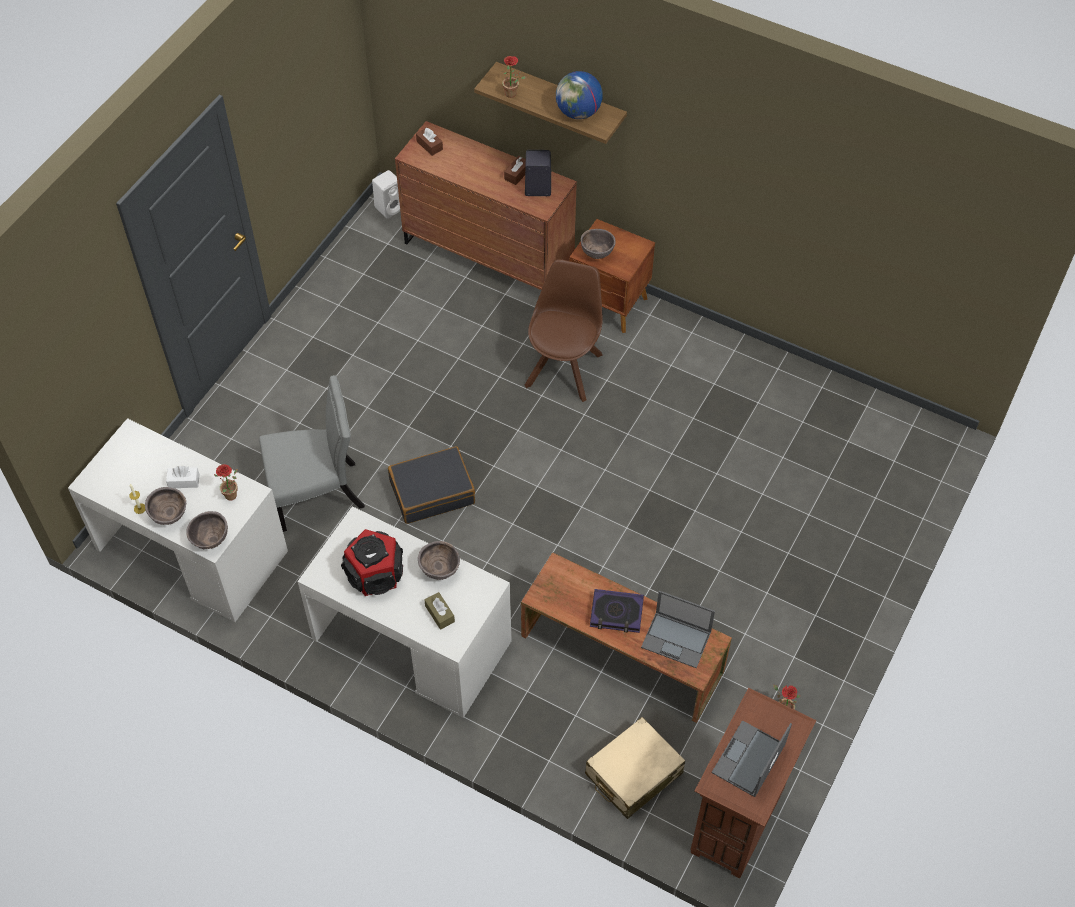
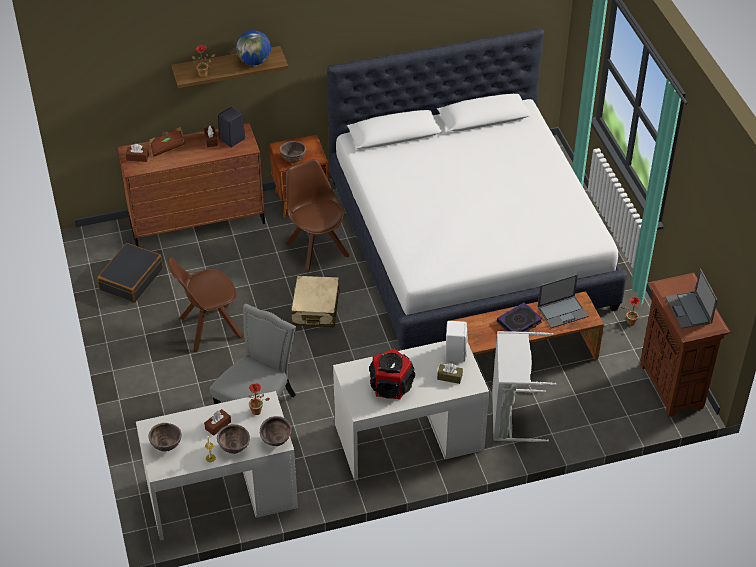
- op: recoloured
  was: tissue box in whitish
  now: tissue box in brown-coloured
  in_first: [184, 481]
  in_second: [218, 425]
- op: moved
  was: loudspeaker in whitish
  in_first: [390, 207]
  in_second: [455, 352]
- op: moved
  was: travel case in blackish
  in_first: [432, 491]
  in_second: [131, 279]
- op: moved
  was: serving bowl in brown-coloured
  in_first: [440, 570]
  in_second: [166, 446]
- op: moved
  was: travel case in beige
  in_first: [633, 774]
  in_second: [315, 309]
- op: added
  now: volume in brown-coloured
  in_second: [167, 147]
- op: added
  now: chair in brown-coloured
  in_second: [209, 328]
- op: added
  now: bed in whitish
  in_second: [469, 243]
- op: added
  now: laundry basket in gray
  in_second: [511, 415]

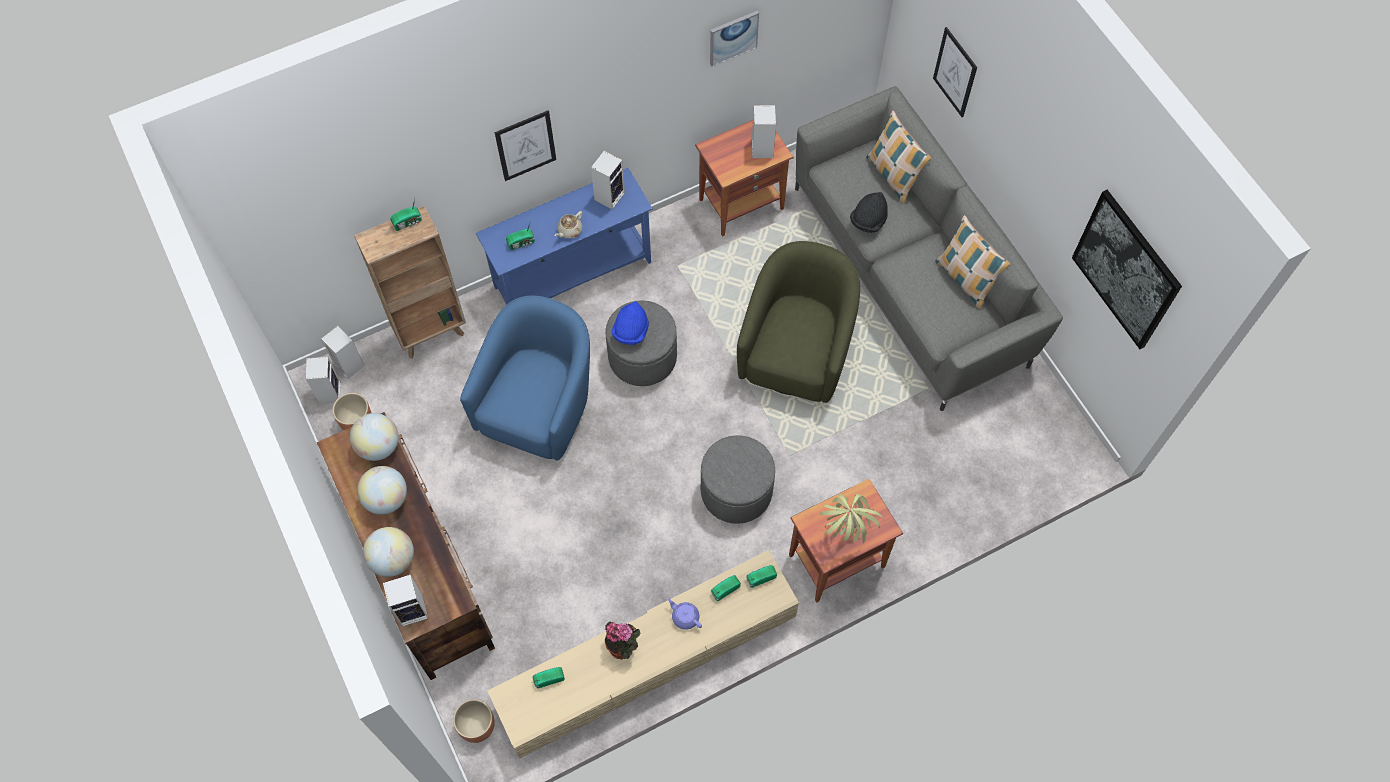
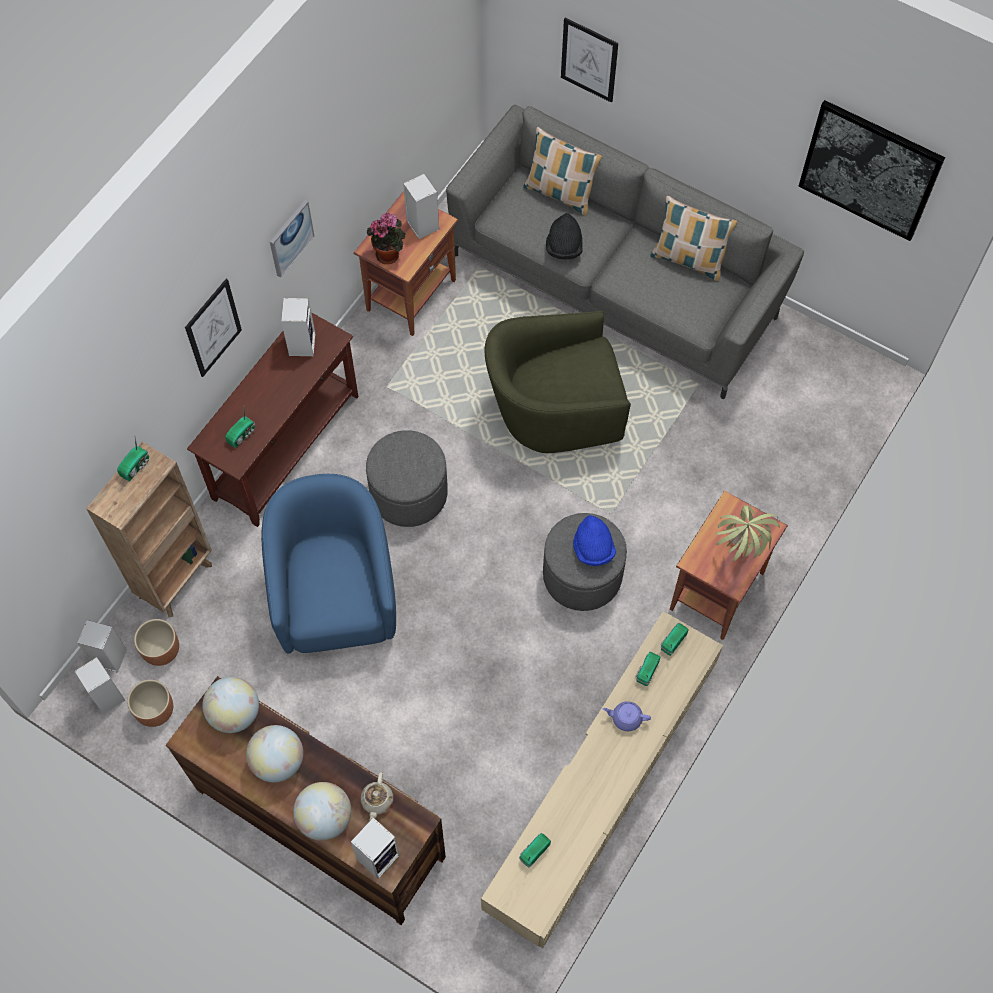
- op: moved
  was: plant pot in brown-coloured
  in_first: [477, 725]
  in_second: [161, 650]
- op: recoloured
  was: hall table in bluish
  now: hall table in brown-coloured
  in_first: [573, 273]
  in_second: [286, 446]
- op: moved
  was: tea pot in beige
  in_first: [569, 230]
  in_second: [377, 801]
- op: moved
  was: potted plant
  in_first: [623, 647]
  in_second: [389, 253]
- op: moved
  was: hat in bluish
  in_first: [631, 331]
  in_second: [593, 548]
- op: moved
  was: picture
  in_first: [733, 37]
  in_second: [290, 238]
- op: turned
  was: easy chair in greenish
  in_first: [796, 351]
  in_second: [555, 412]
  clockwise: -90

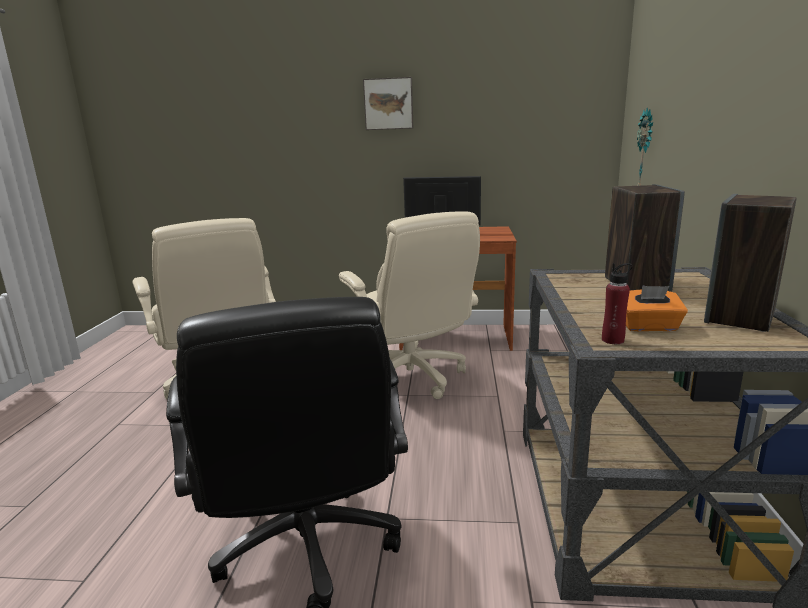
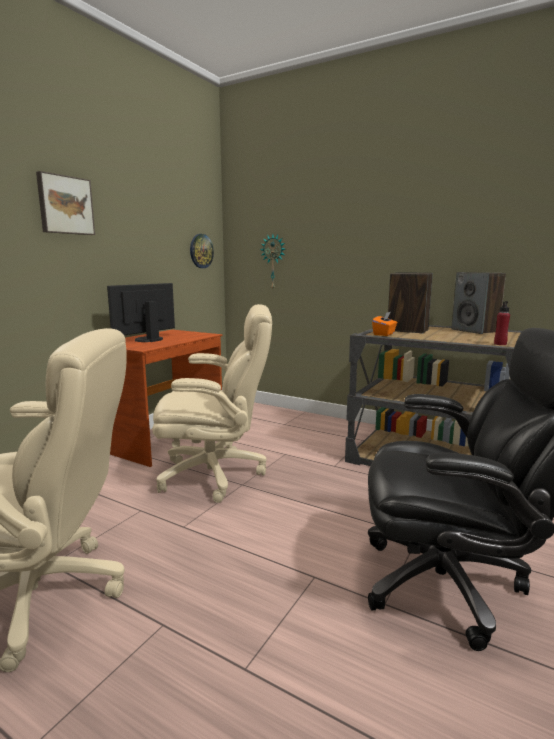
- op: moved
  was: tissue box in orange
  in_first: [648, 327]
  in_second: [384, 334]
- op: added
  now: clock on the wall
  in_second: [201, 251]

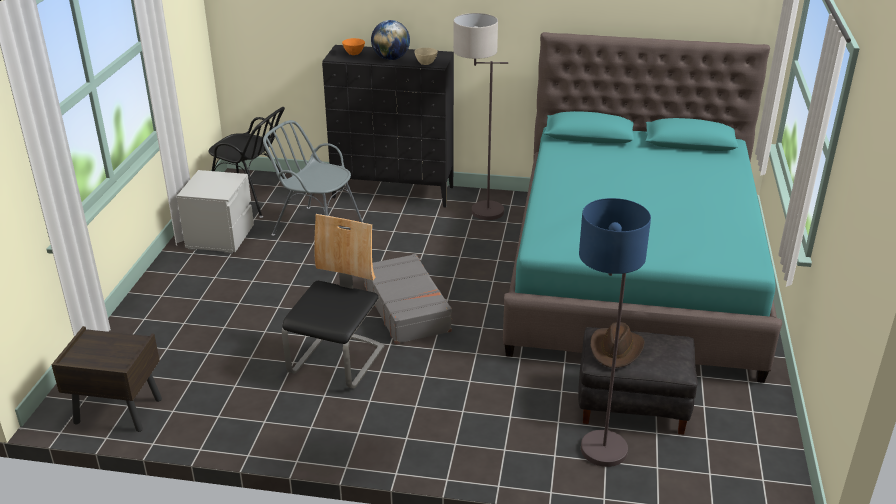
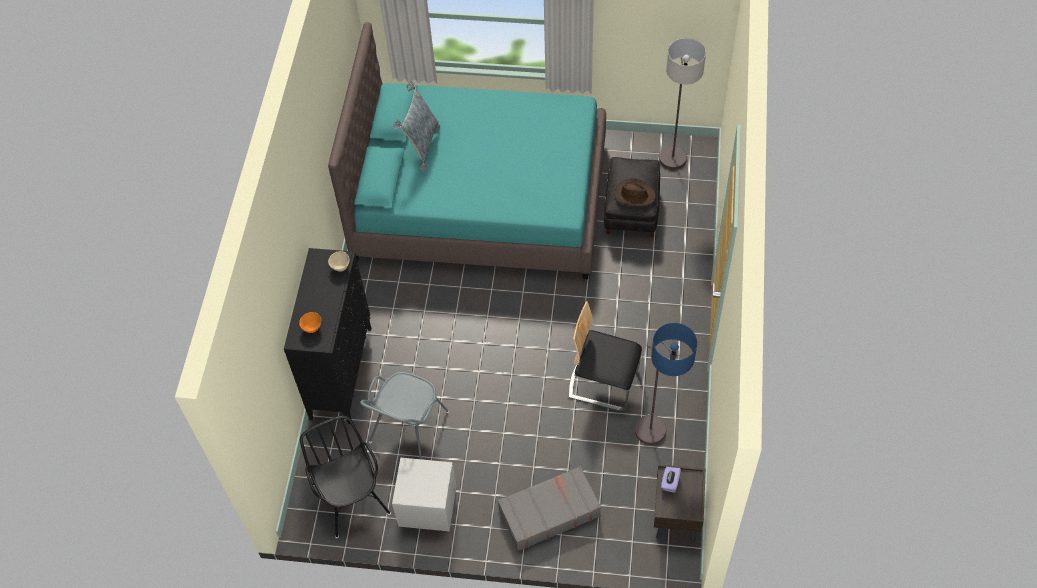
- op: turned
  was: chair in blackish
  in_first: [253, 198]
  in_second: [350, 495]
  clockwise: -45
- op: moved
  was: travel case in gray
  in_first: [407, 308]
  in_second: [549, 512]
- op: removed
  was: world globe
  in_first: [391, 59]
- op: moved
  was: standing lamp in gray
  in_first: [477, 212]
  in_second: [673, 165]
- op: moved
  was: standing lamp in bluish
  in_first: [595, 457]
  in_second: [658, 436]
- op: added
  now: pillow
  in_second: [420, 147]
- op: added
  now: tissue box in purple
  in_second: [670, 482]

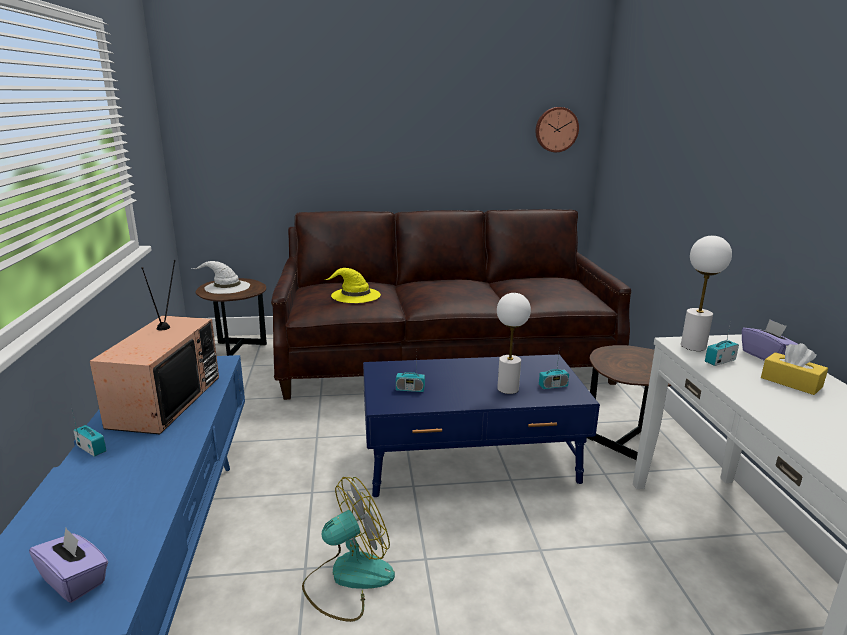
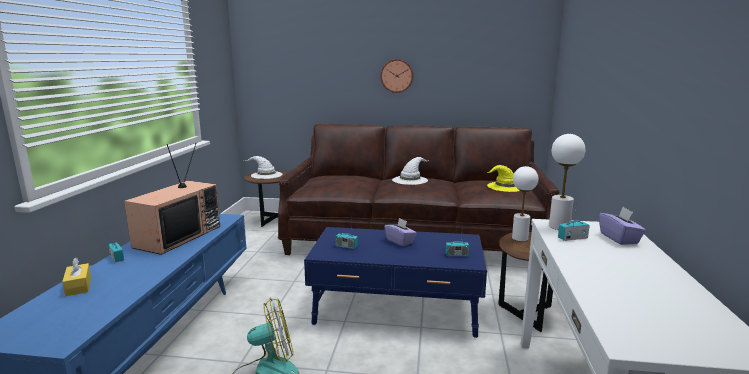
- op: moved
  was: tissue box in purple
  in_first: [75, 580]
  in_second: [400, 241]
- op: moved
  was: hat in yellow-coloured
  in_first: [355, 295]
  in_second: [505, 186]
- op: moved
  was: table lamp in whitish
  in_first: [508, 388]
  in_second: [520, 238]
- op: moved
  was: clock on the wall
  in_first: [556, 129]
  in_second: [397, 76]
- op: moved
  was: tissue box in yellow-coloured
  in_first: [791, 382]
  in_second: [78, 286]
- op: added
  now: hat in whitish
  in_second: [410, 180]

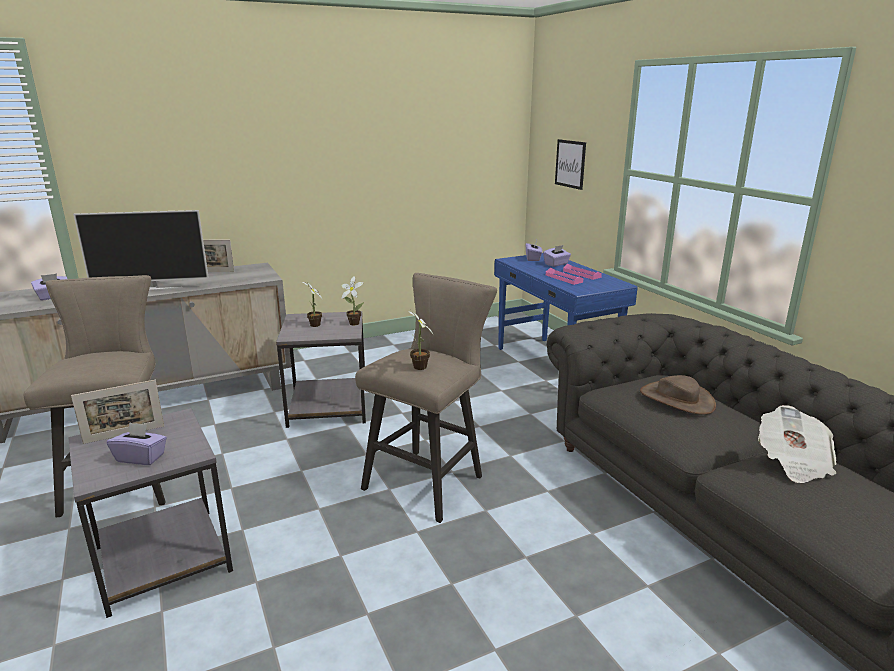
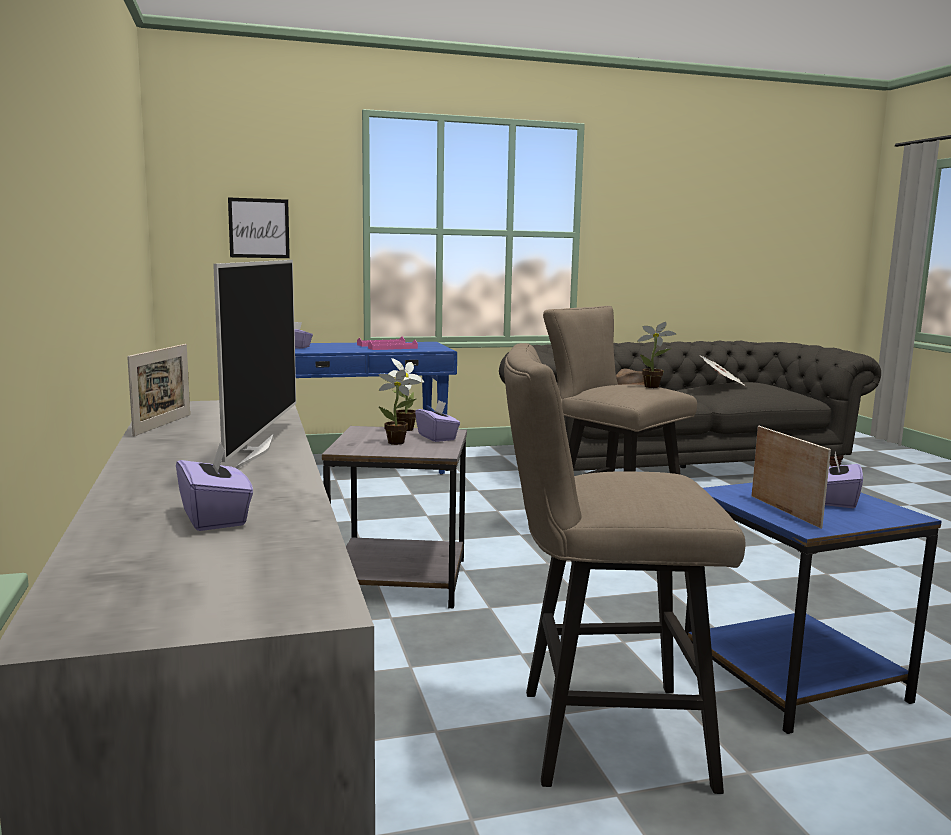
- op: recoloured
  was: side table in gray
  now: side table in bluish
  in_first: [164, 557]
  in_second: [789, 676]
- op: moved
  was: tissue box in purple
  in_first: [556, 264]
  in_second: [437, 437]

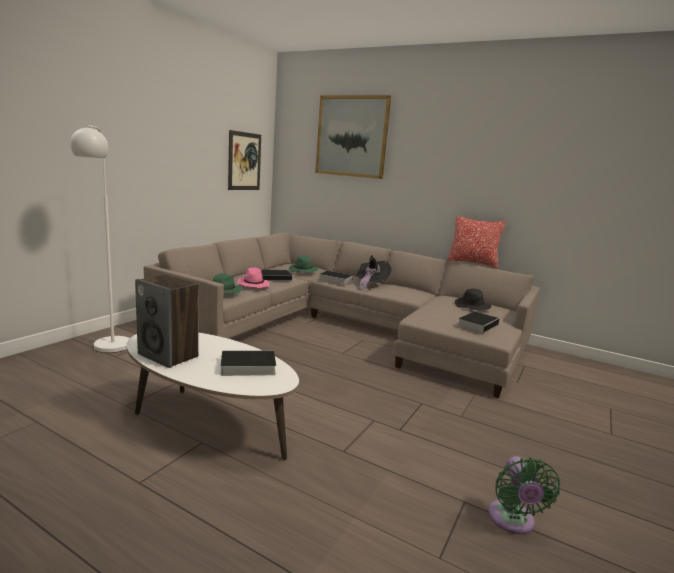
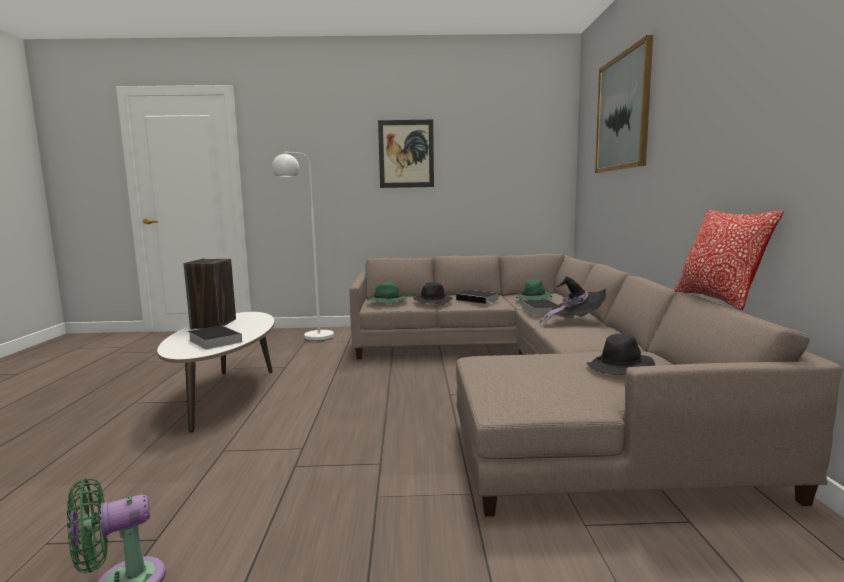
- op: moved
  was: picture
  in_first: [244, 161]
  in_second: [406, 154]
- op: recoloured
  was: hat in pink
  now: hat in blackish
  in_first: [253, 285]
  in_second: [433, 301]
- op: removed
  was: volume
  in_first: [478, 324]

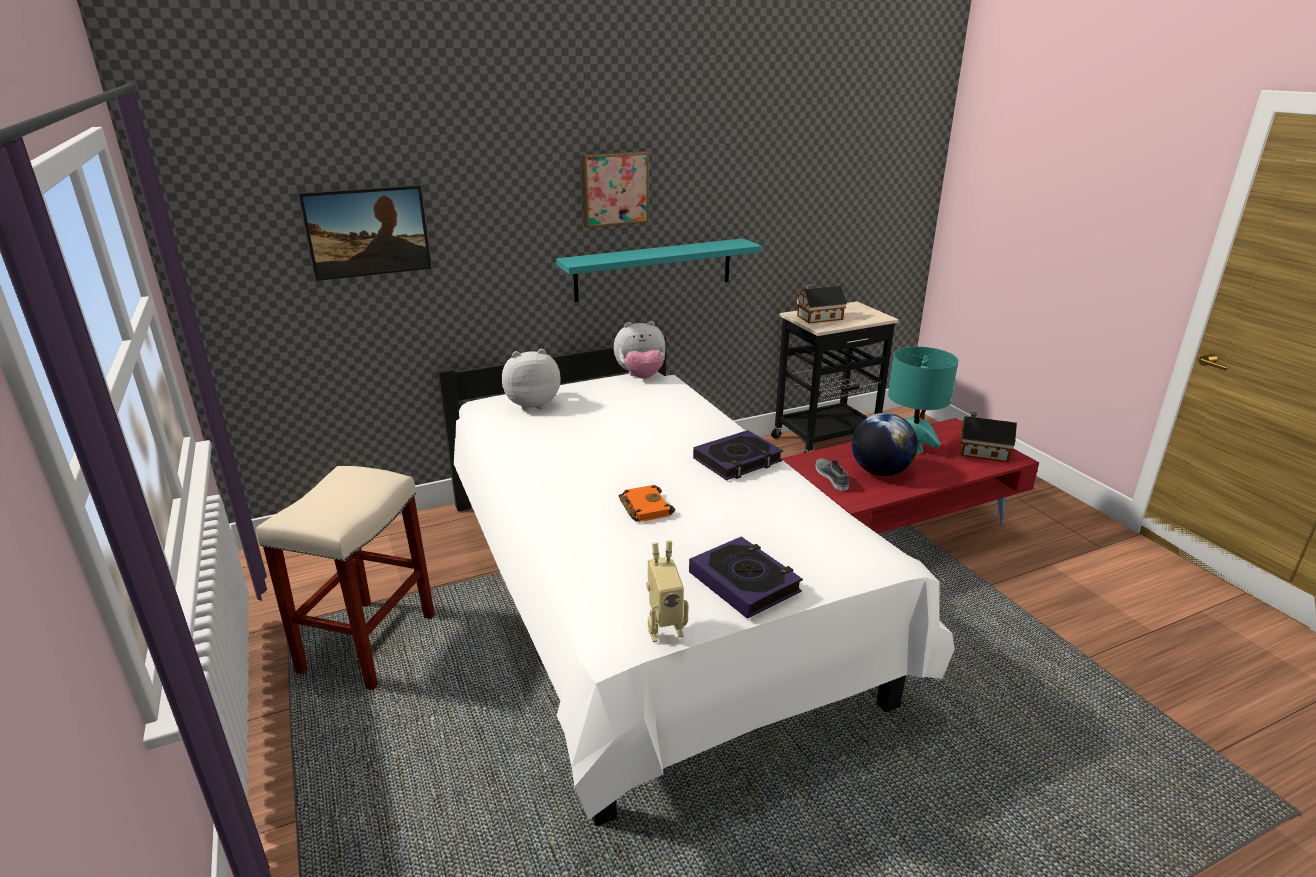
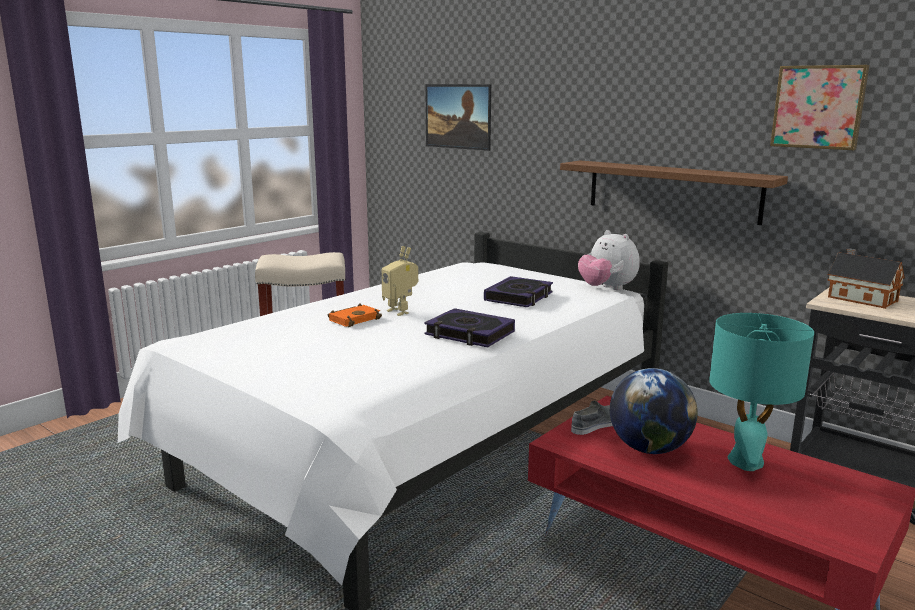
- op: removed
  was: soft toy
  in_first: [532, 404]
- op: recoloured
  was: bracket shelf in turquoise-coloured
  now: bracket shelf in brown-coloured
  in_first: [654, 269]
  in_second: [672, 191]
- op: moved
  was: picture
  in_first: [614, 188]
  in_second: [819, 107]
- op: moved
  was: robot figure
  in_first: [664, 629]
  in_second: [401, 311]
- op: moved
  was: volume
  in_first: [744, 582]
  in_second: [519, 297]
- op: removed
  was: model house
  in_first: [981, 451]

